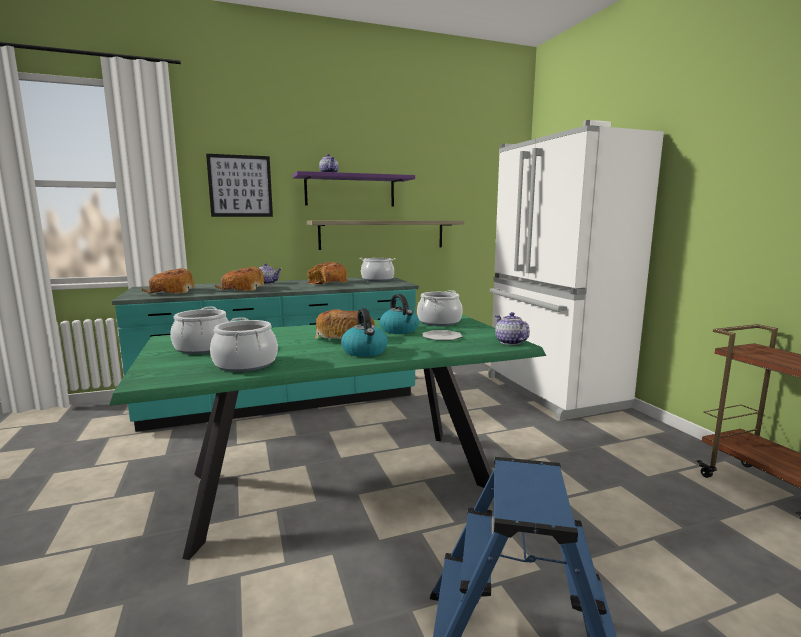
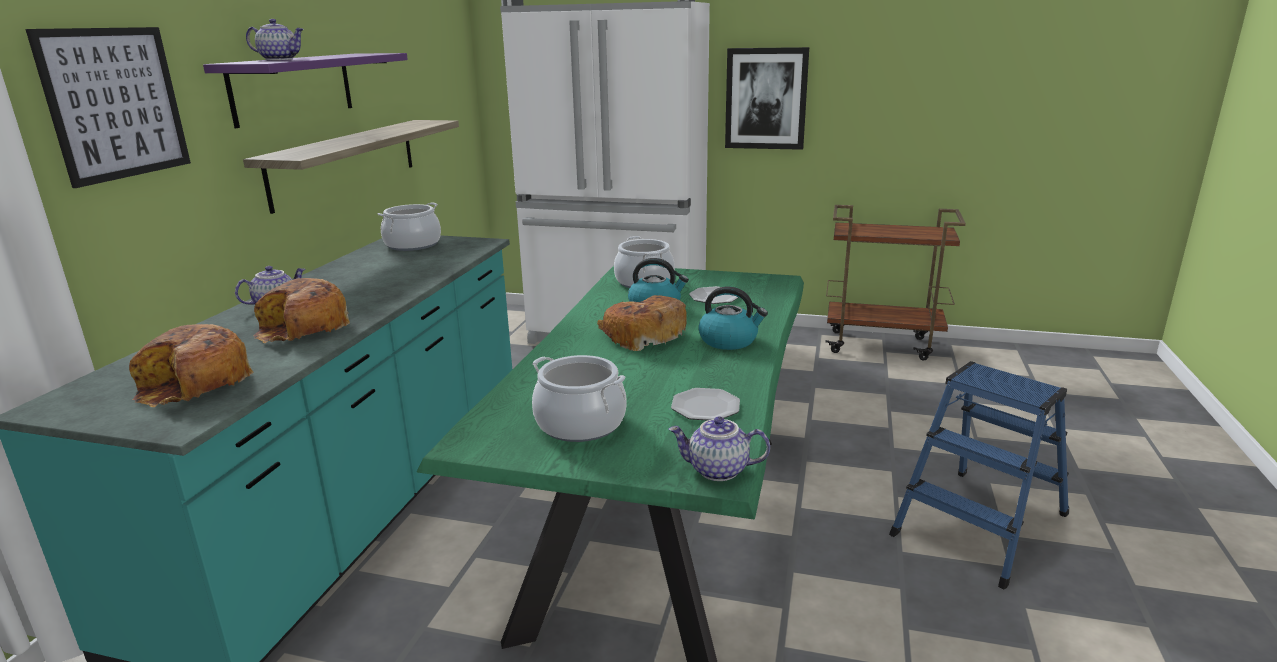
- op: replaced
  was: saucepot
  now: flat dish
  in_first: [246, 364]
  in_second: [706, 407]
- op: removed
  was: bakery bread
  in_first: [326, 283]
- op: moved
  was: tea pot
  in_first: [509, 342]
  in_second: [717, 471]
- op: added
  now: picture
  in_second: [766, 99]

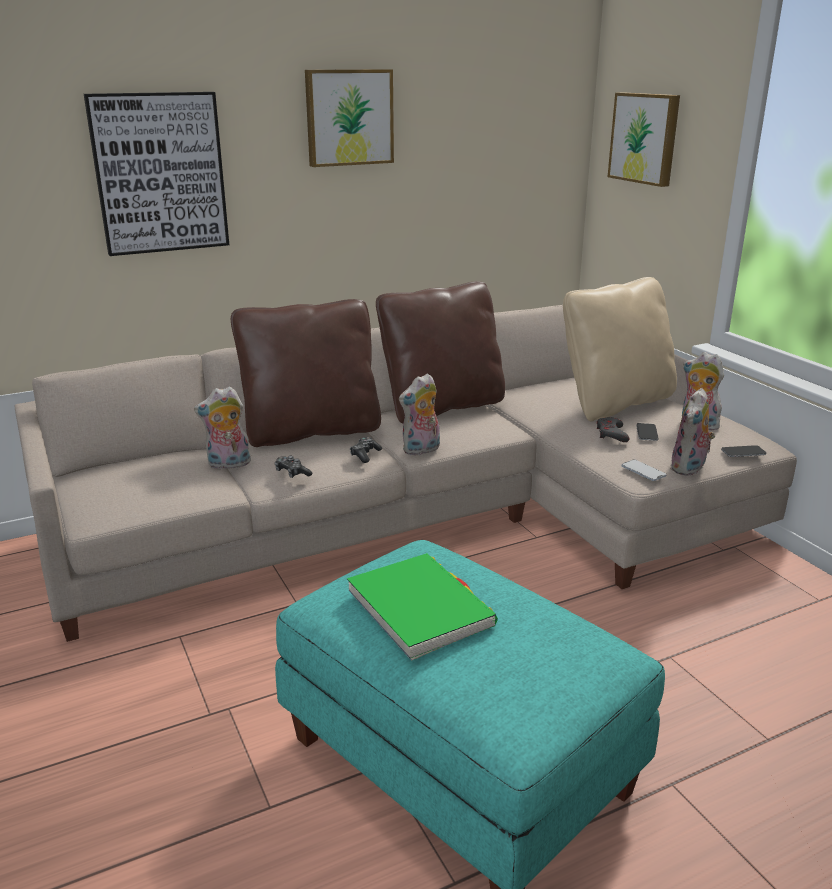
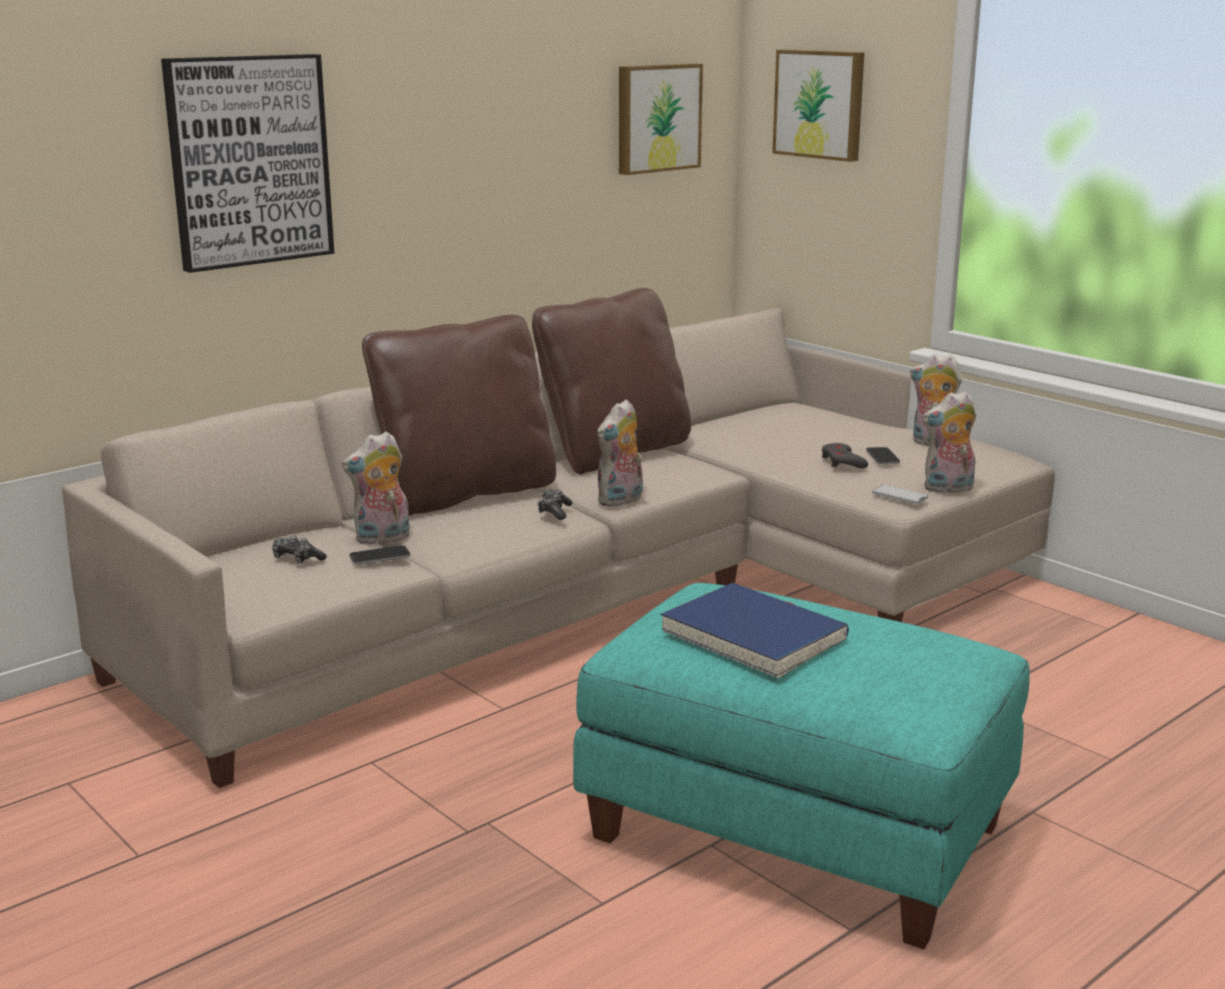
- op: moved
  was: game controller
  in_first: [292, 473]
  in_second: [297, 559]
- op: moved
  was: picture
  in_first: [348, 117]
  in_second: [656, 118]
- op: recoloured
  was: volume in greenish
  now: volume in bluish
  in_first: [420, 609]
  in_second: [753, 636]
- op: removed
  was: pillow in beige
  in_first: [615, 403]
- op: turned
  was: soft toy
  in_first: [689, 469]
  in_second: [948, 489]
  clockwise: 60
- op: moved
  was: handset
  in_first: [743, 452]
  in_second: [380, 556]

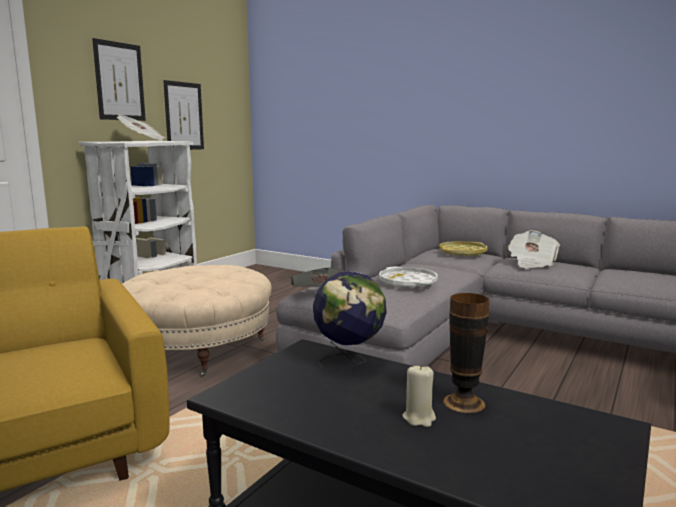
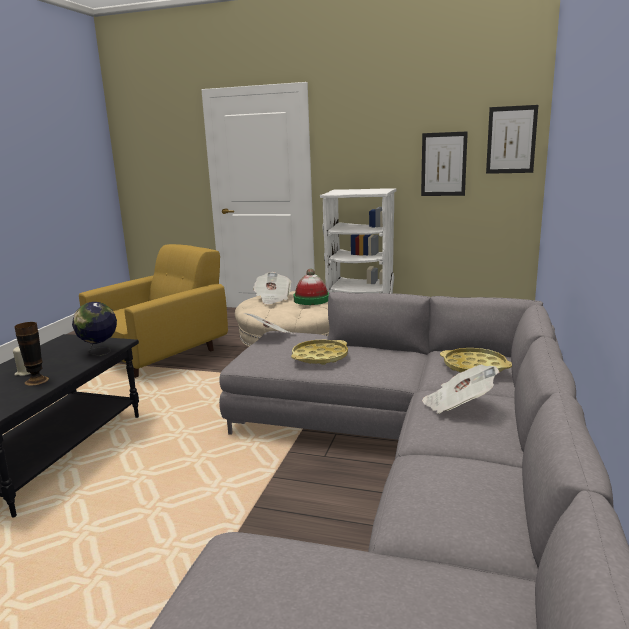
- op: moved
  was: picture
  in_first: [119, 81]
  in_second: [511, 140]
- op: moved
  was: daily paper
  in_first: [143, 140]
  in_second: [272, 298]
- op: recoloured
  was: carrying tray in whitish
  now: carrying tray in yellow-coloured
  in_first: [407, 283]
  in_second: [320, 357]
- op: added
  now: hat
  in_second: [311, 300]

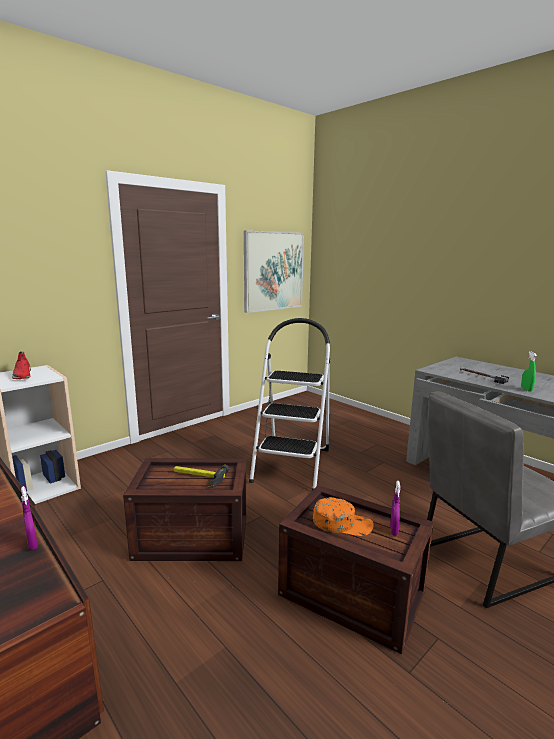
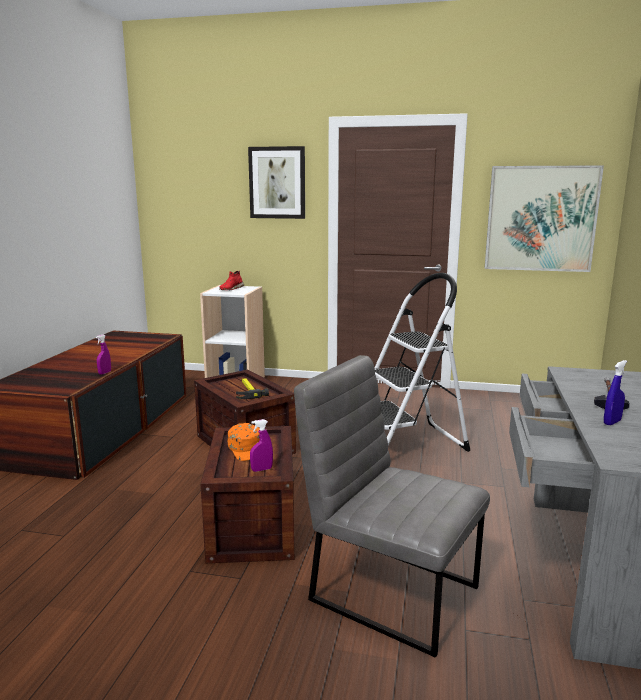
- op: recoloured
  was: hand sprayer in greenish
  now: hand sprayer in bluish
  in_first: [526, 389]
  in_second: [612, 422]
- op: added
  now: picture
  in_second: [277, 183]

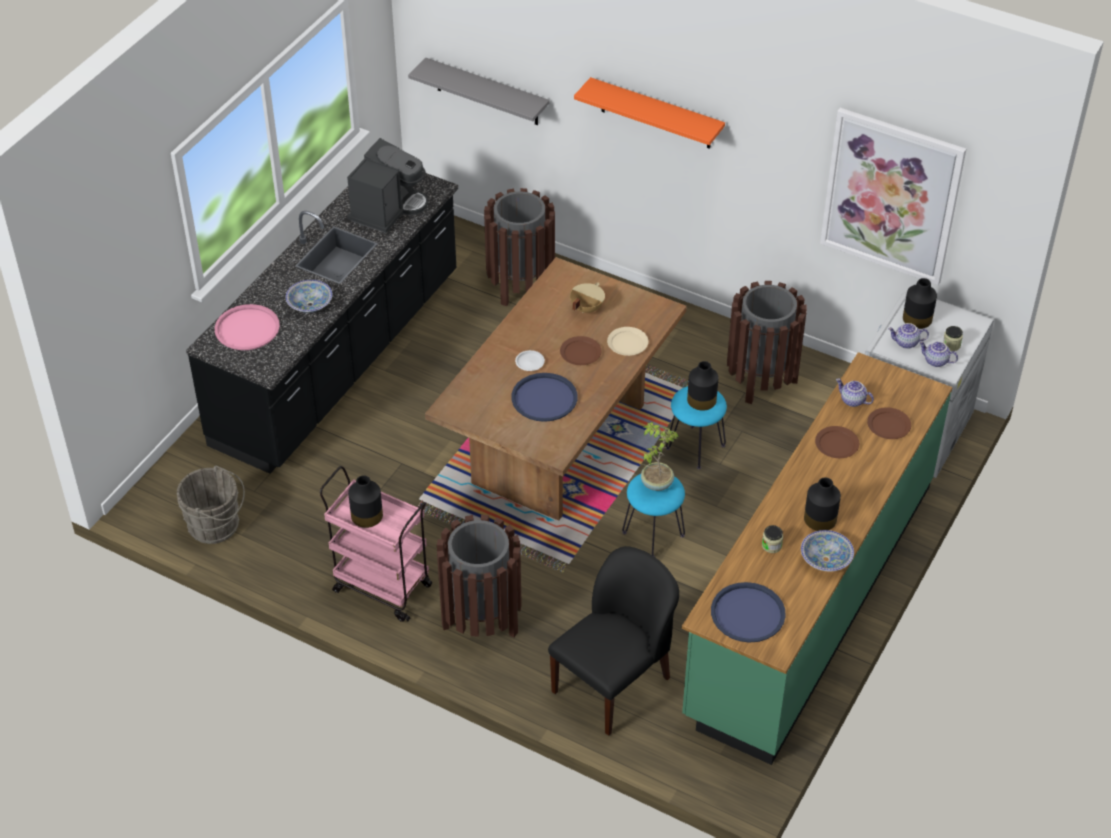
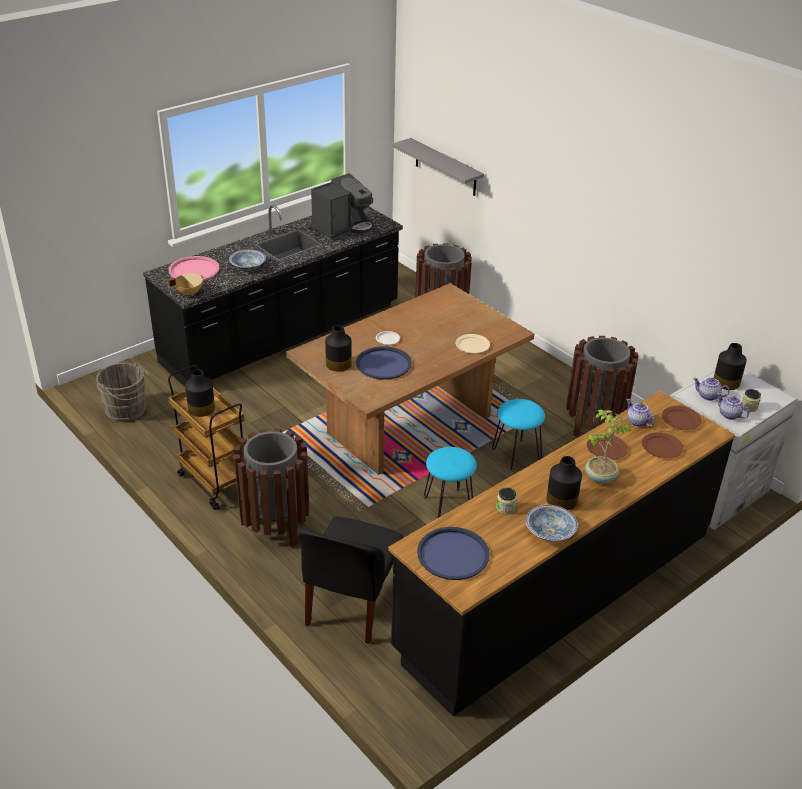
- op: recoloured
  was: cart in pink
  now: cart in brown-coloured
  in_first: [381, 588]
  in_second: [214, 483]
- op: turned
  was: chair in blackish
  in_first: [613, 684]
  in_second: [351, 605]
  clockwise: 135
- op: moved
  was: flat dish in brown-coloured
  in_first: [581, 352]
  in_second: [681, 420]
- op: moved
  was: saucepot in beige
  in_first: [586, 308]
  in_second: [189, 293]
- op: removed
  was: bracket shelf in orange
  in_first: [656, 114]
- op: moved
  was: potted plant
  in_first: [656, 483]
  in_second: [599, 477]
- op: recoloured
  was: kitchen base unit in greenish
  now: kitchen base unit in blackish
  in_first: [809, 598]
  in_second: [557, 590]
- op: moved
  was: vase in blackish
  in_first: [701, 399]
  in_second: [338, 363]
- op: removed
  was: picture
  in_first: [891, 196]

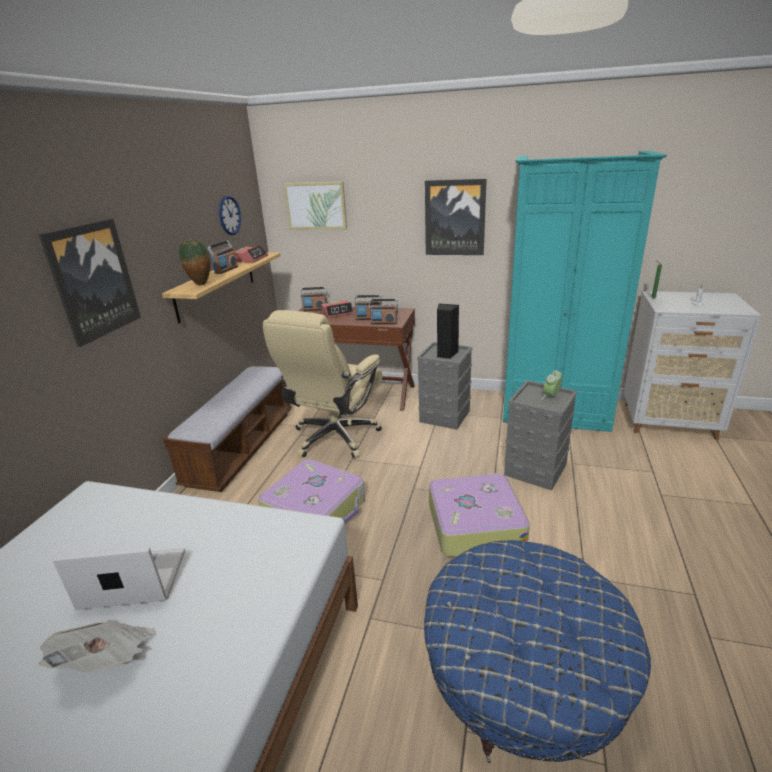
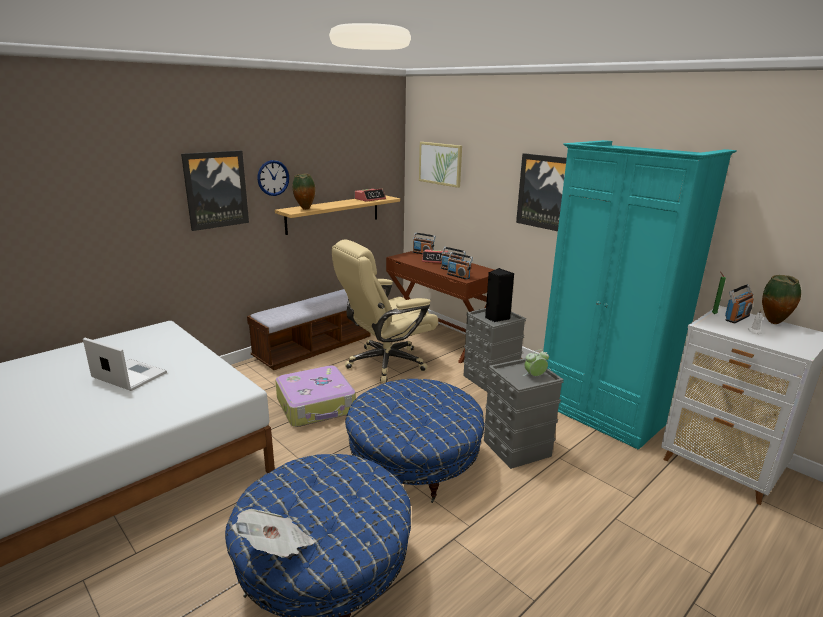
- op: moved
  was: daily paper
  in_first: [108, 659]
  in_second: [276, 547]
- op: moved
  was: radio set
  in_first: [226, 270]
  in_second: [736, 318]
- op: moved
  was: clock on the wall
  in_first: [229, 215]
  in_second: [273, 178]
- op: replaced
  was: travel case
  now: footrest in bluish
  in_first: [474, 524]
  in_second: [413, 463]
- op: added
  now: vase
  in_second: [773, 323]

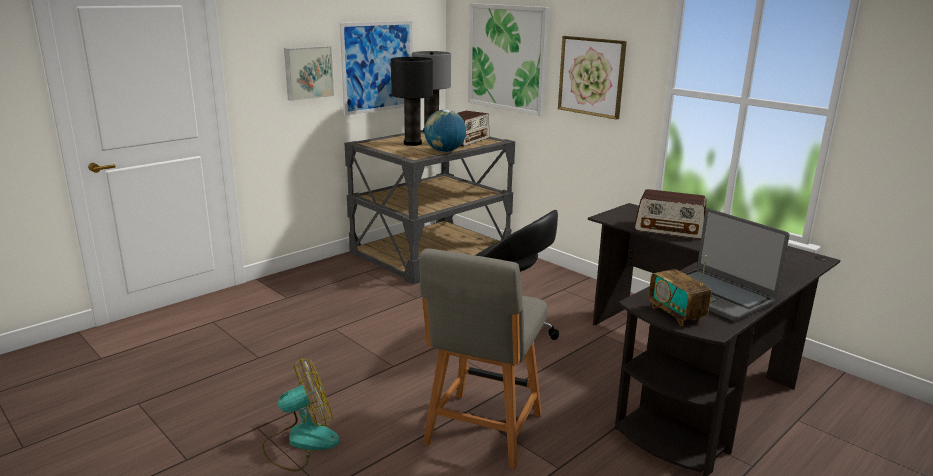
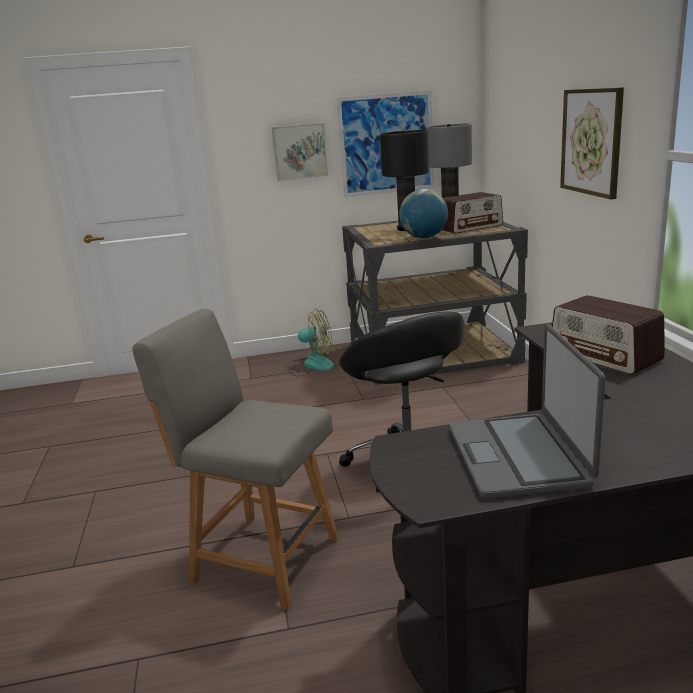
- op: moved
  was: fan
  in_first: [301, 442]
  in_second: [311, 365]
- op: turned
  was: chair in gray
  in_first: [482, 431]
  in_second: [261, 558]
  clockwise: 60
- op: removed
  was: picture
  in_first: [507, 58]
- op: removed
  was: radio set
  in_first: [676, 314]

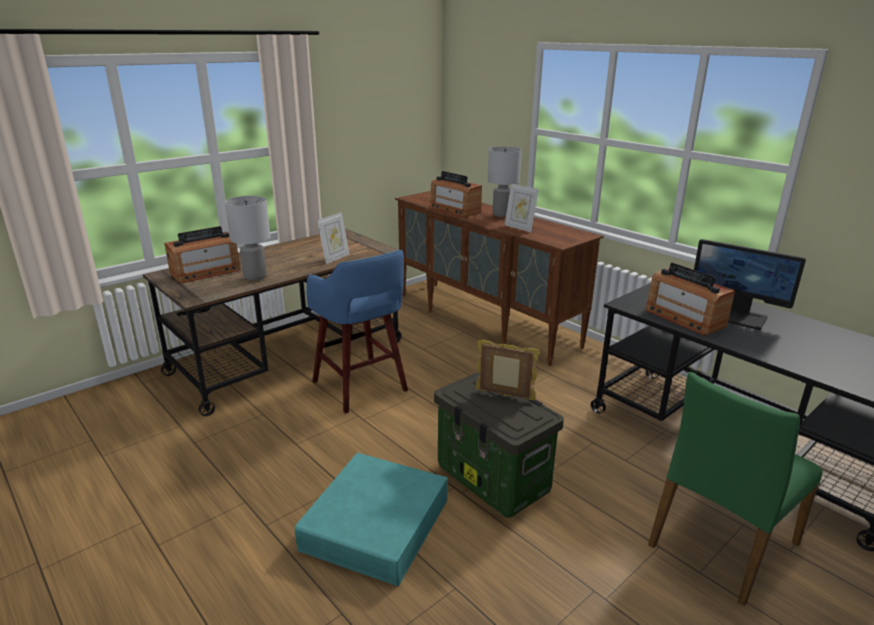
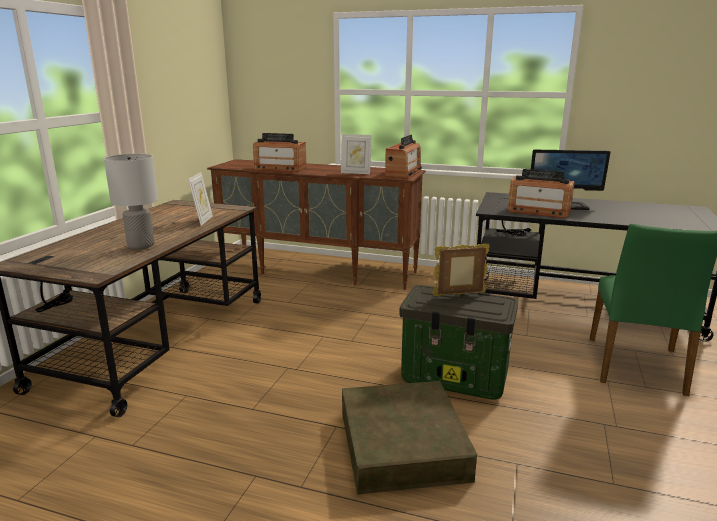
- op: moved
  was: radio set
  in_first: [206, 272]
  in_second: [403, 173]
- op: recoloured
  was: storage bin in turquoise-coloured
  now: storage bin in brown-coloured
  in_first: [376, 524]
  in_second: [402, 444]
- op: removed
  was: stool seat in bluish
  in_first: [361, 387]
- op: removed
  was: table lamp in gray
  in_first: [501, 216]

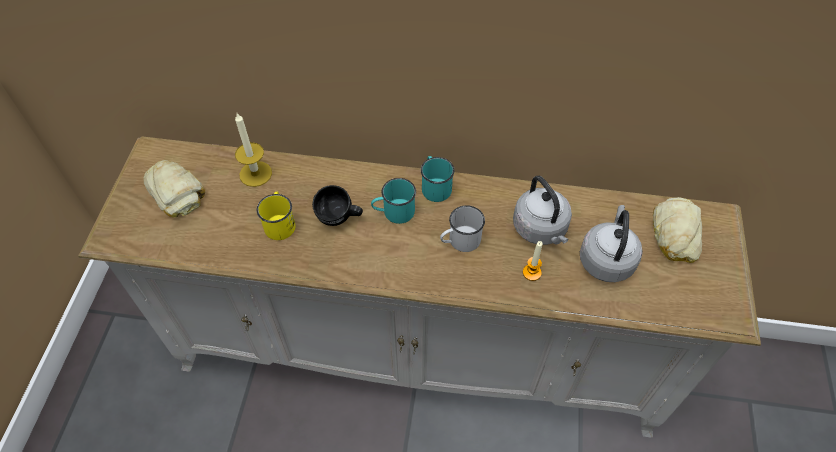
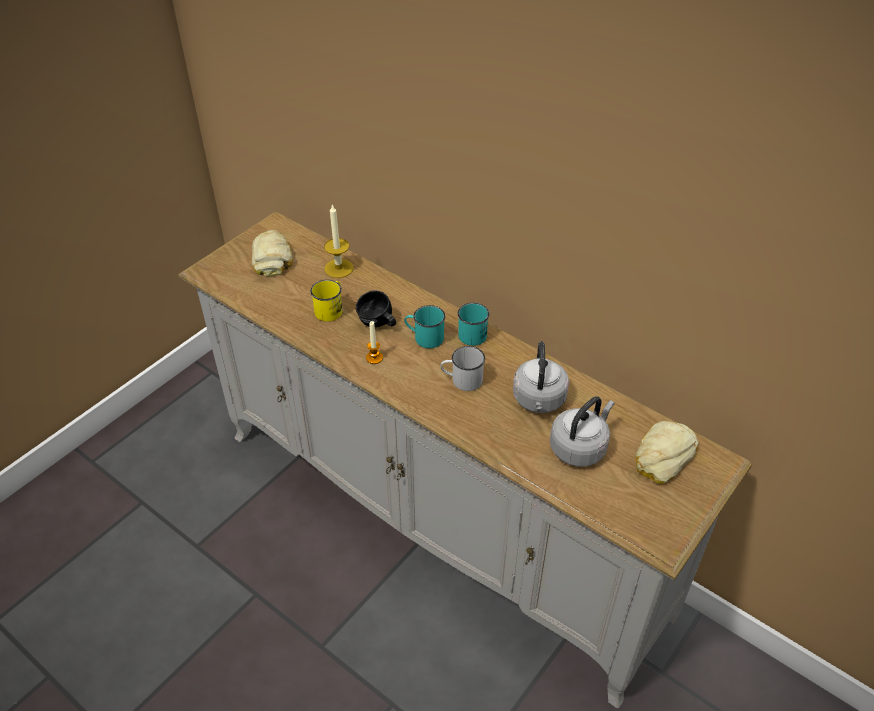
- op: moved
  was: wax light
  in_first: [531, 273]
  in_second: [374, 358]

